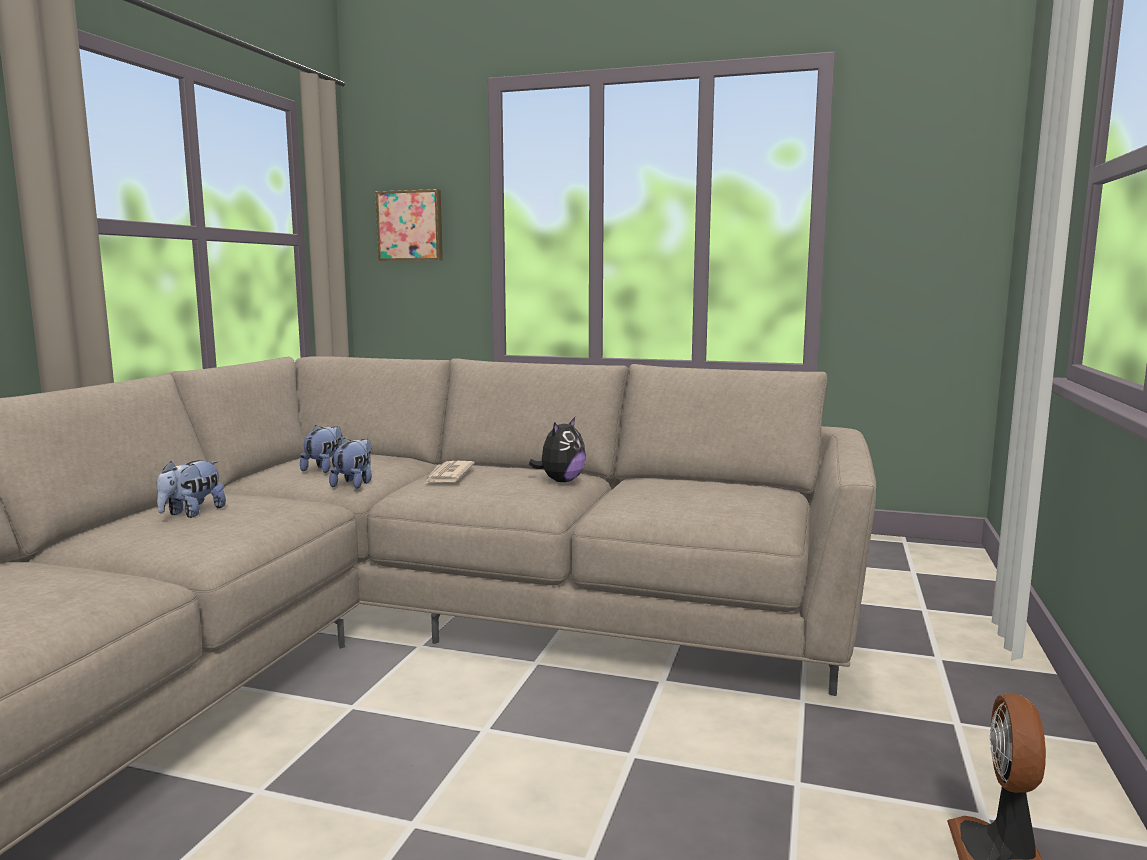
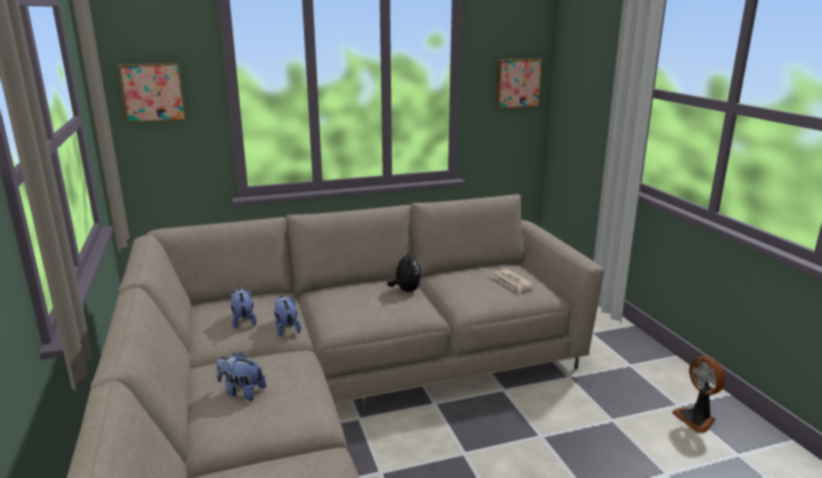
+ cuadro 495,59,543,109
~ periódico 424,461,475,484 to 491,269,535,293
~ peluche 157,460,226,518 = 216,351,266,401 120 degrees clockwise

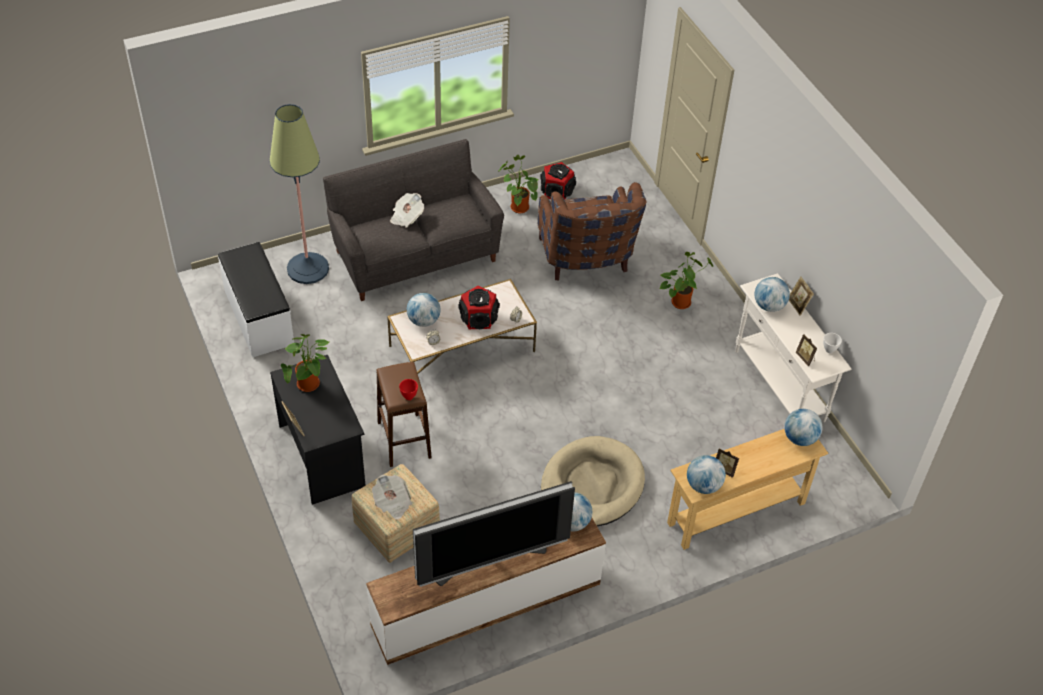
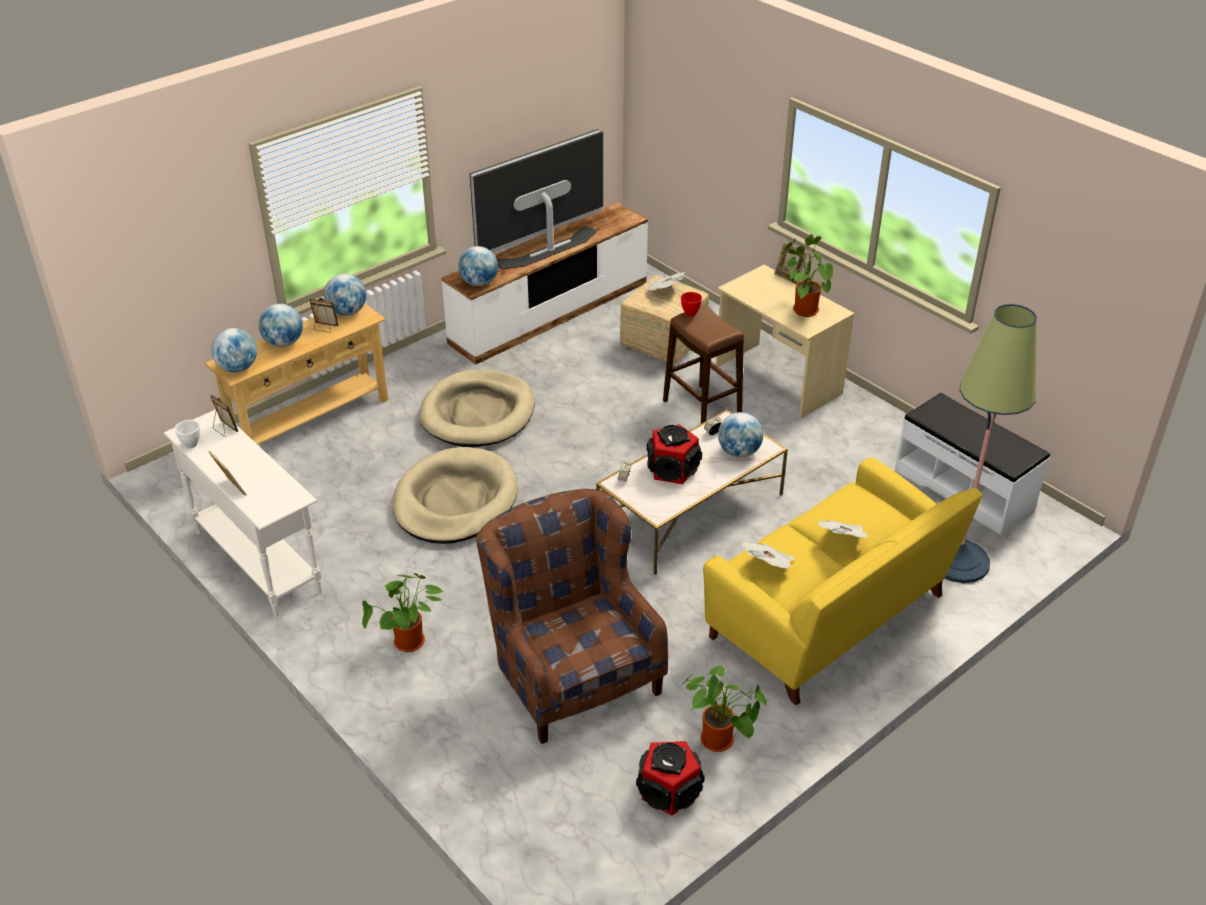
+ cama para perro (beis) 392,447,518,544
+ periódico 742,541,795,569
~ globo terráqueo 755,277,790,312 to 259,304,303,347
~ escritorio (negro) 270,355,366,505 to escritorio (beis) 716,265,855,419
~ sofá (gris) 323,139,504,301 to sofá (amarillo) 703,457,983,705

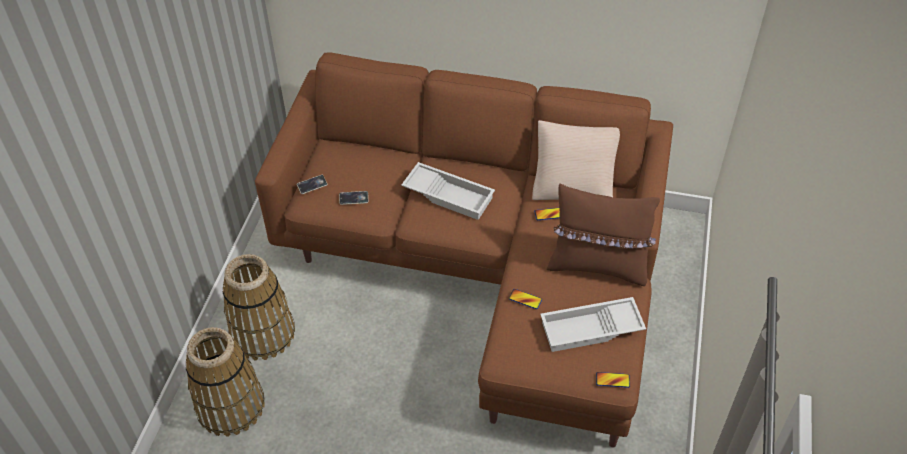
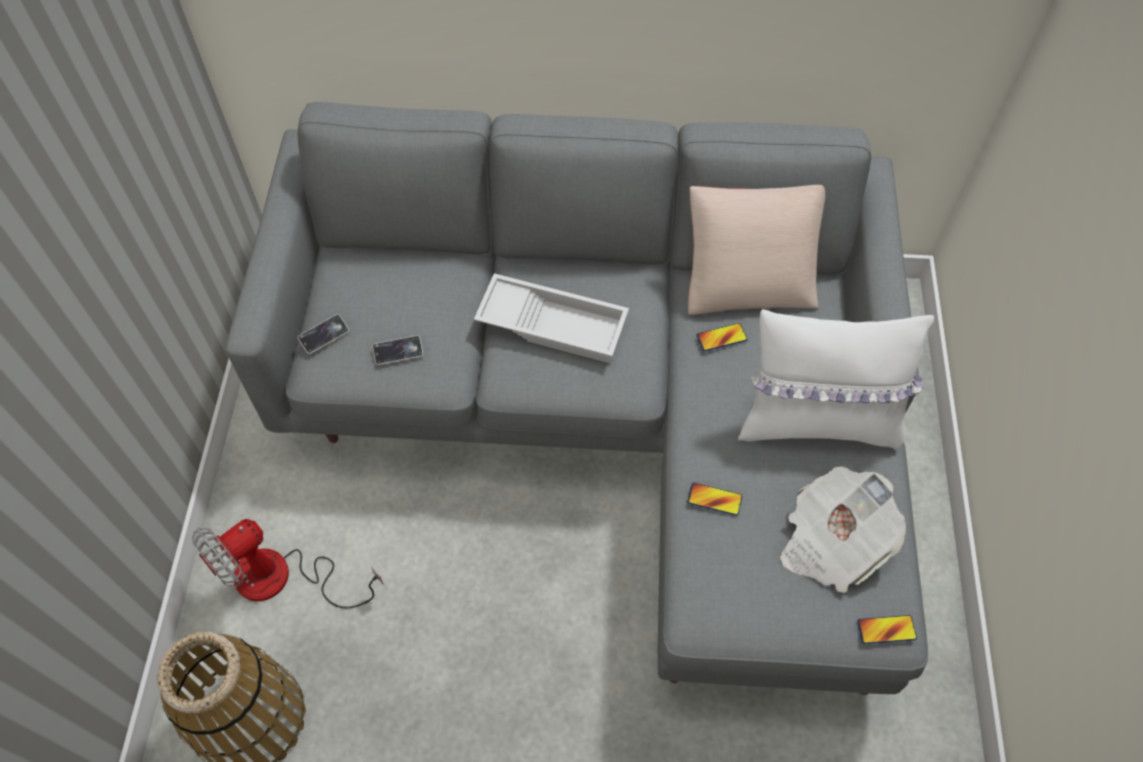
~ cesta 223,254,295,361 to ventilador 192,519,383,609
~ bandeja (blanco) 540,297,646,352 to periódico 780,466,906,593
~ sofá (marrón) 255,52,673,447 to sofá (gris) 225,102,928,695
~ cojín (marrón) 547,183,660,286 to cojín (blanco) 738,309,934,448

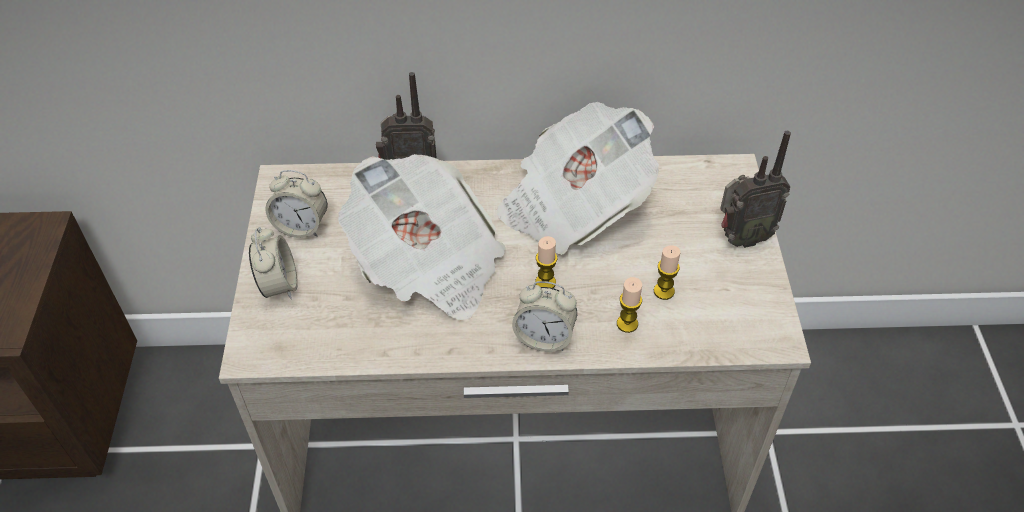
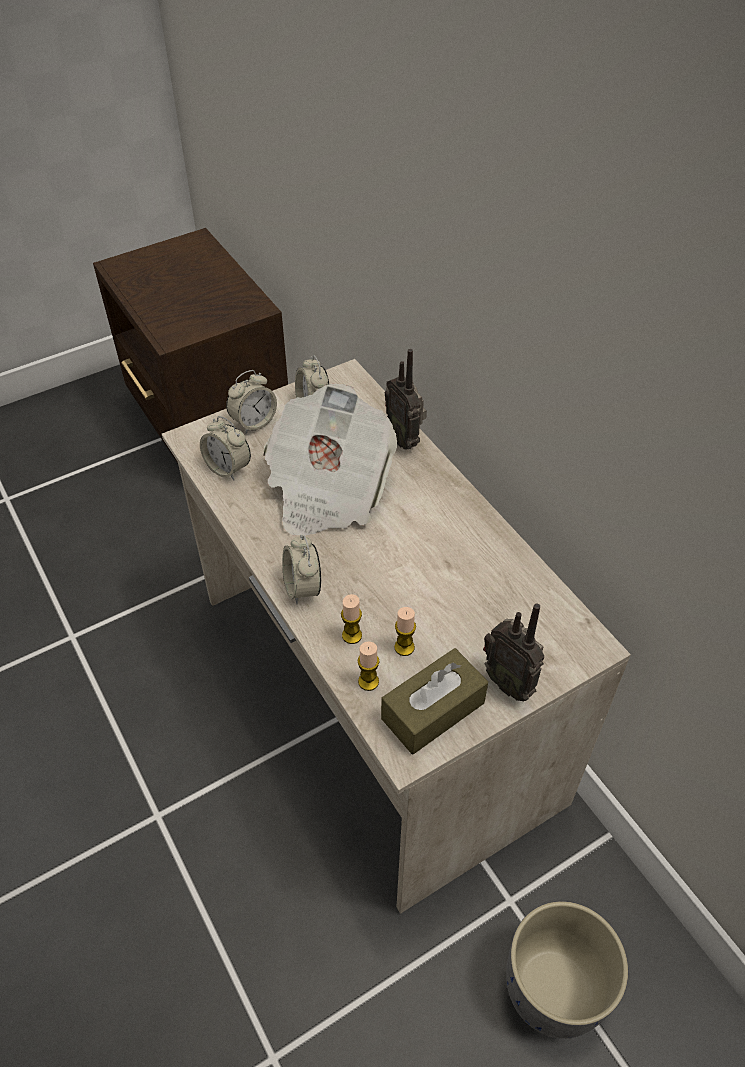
- periódico 497,102,659,255
+ despertador 200,416,251,480
+ caja de pañuelos (marrón) 381,648,488,754
+ maceta (gris) 506,901,628,1039
~ vela 535,236,557,288 to 357,642,380,691

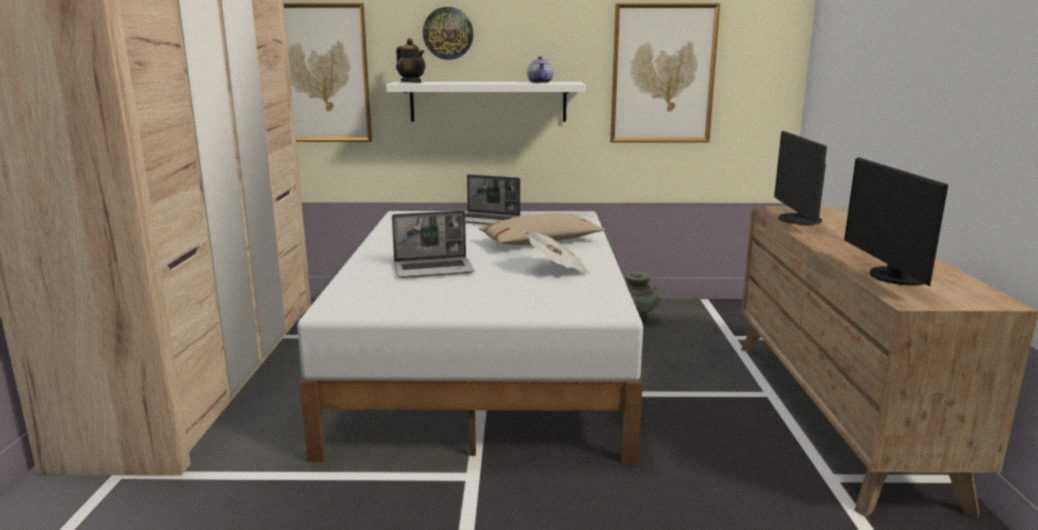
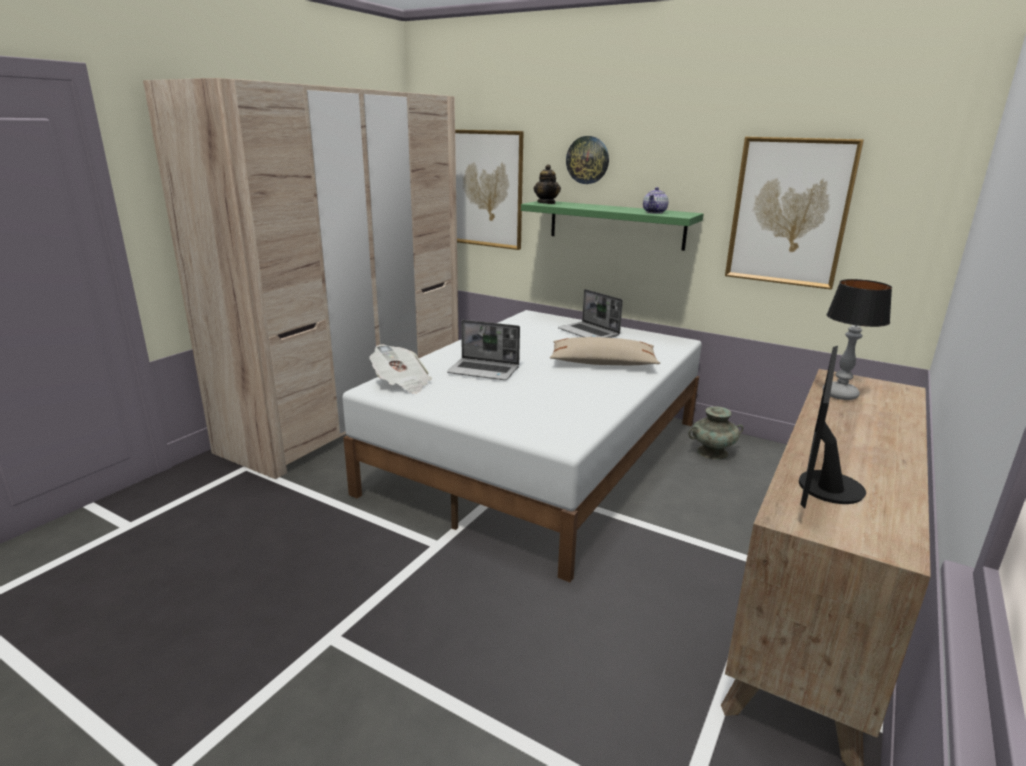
~ periódico 523,231,590,274 to 369,344,432,394
~ monitor 774,131,827,225 to lámpara de mesa 823,279,892,400
~ estante (blanco) 386,82,585,122 to estante (verde) 521,201,703,251

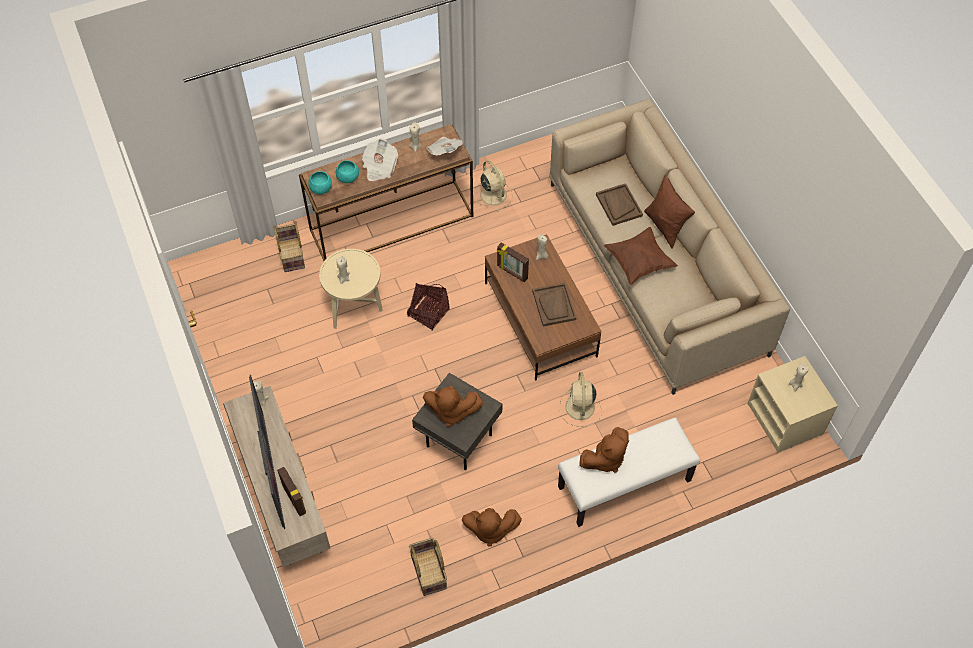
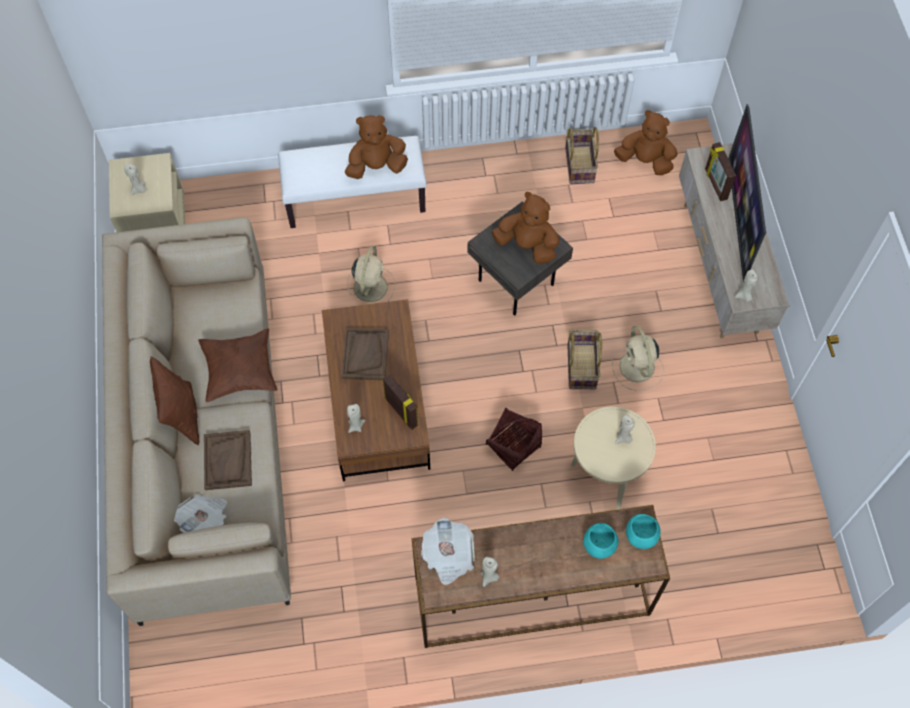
~ cesta 274,221,305,272 to 567,330,602,389
~ periódico 362,139,398,181 to 174,494,227,533
~ peluche (marrón) 462,508,522,547 to 614,110,677,175
~ ventilador (beis) 473,161,513,212 to 612,326,664,390

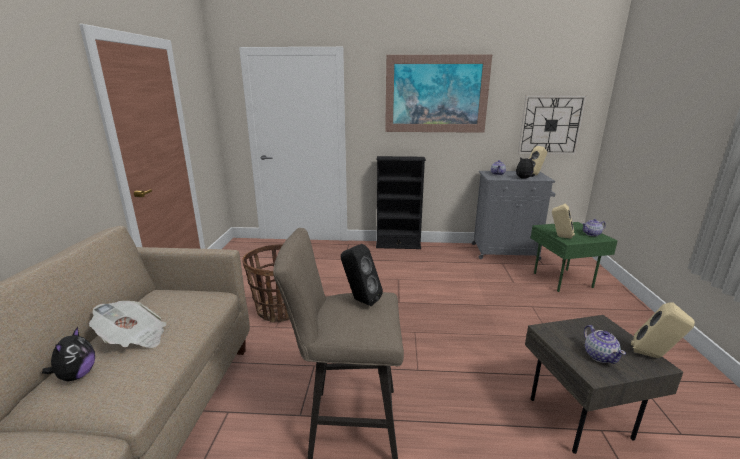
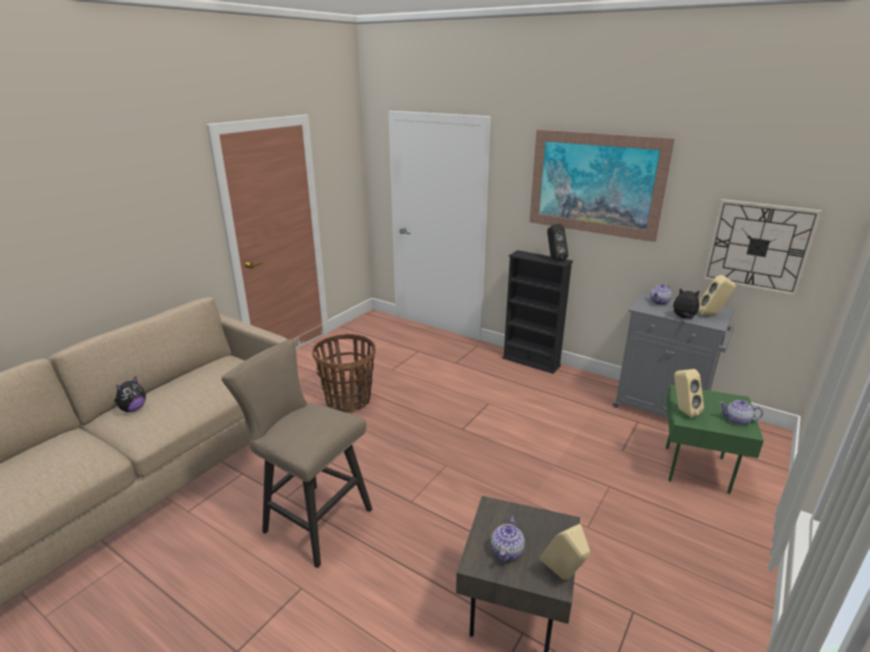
- periódico 89,301,167,348
~ altavoz (negro) 341,244,383,306 to 547,224,568,261

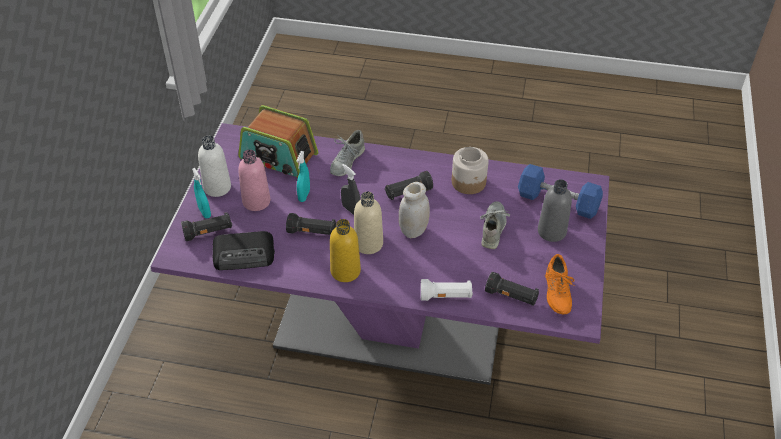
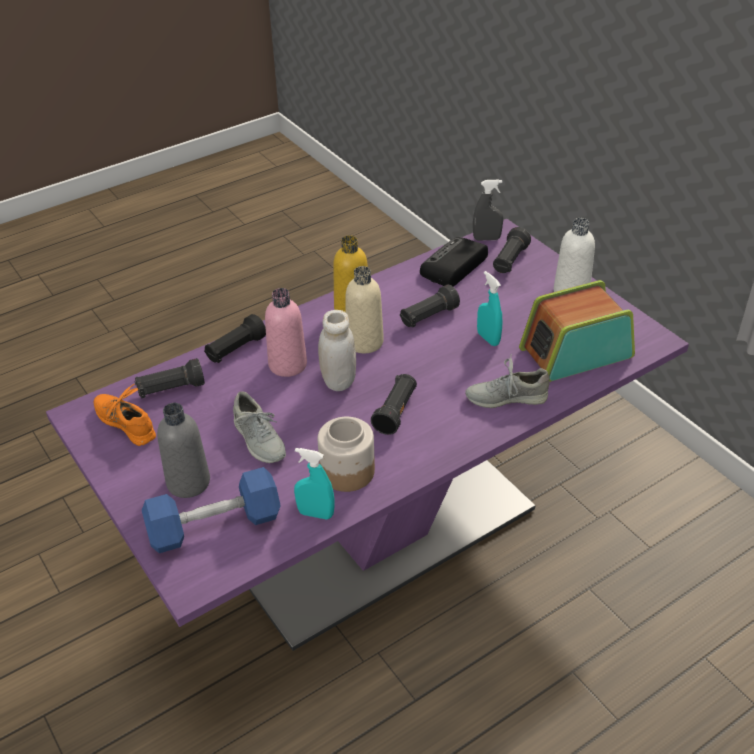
~ pulverizador (turquesa) 192,168,211,218 to 294,448,335,520
~ botella (rosa) 238,149,270,211 to 265,288,307,377
~ pulverizador (gris) 341,164,360,215 to 473,180,503,240
~ linterna (blanco) 421,279,473,301 to linterna (negro) 204,314,266,363
~ zapato (gris) 330,130,365,176 = 465,354,550,408 75 degrees counterclockwise

